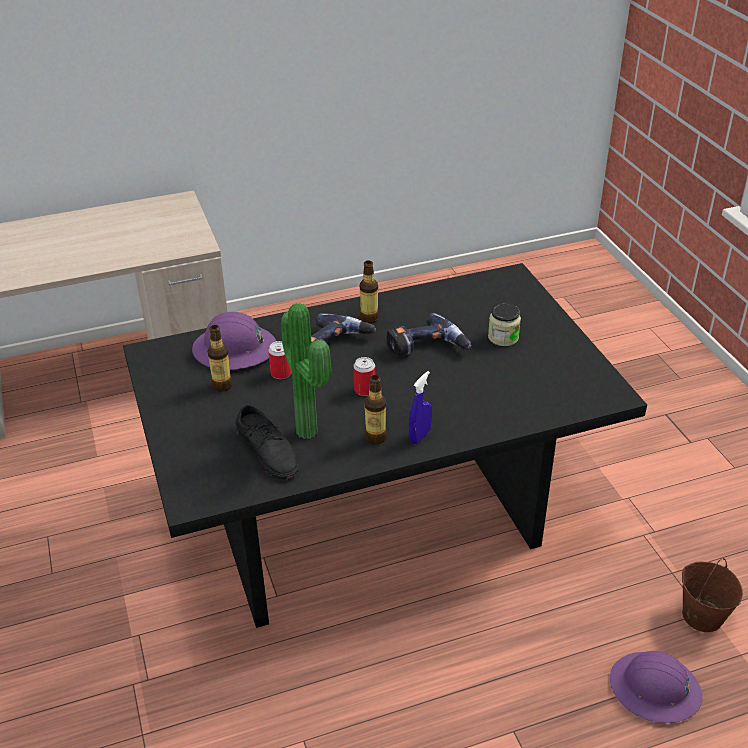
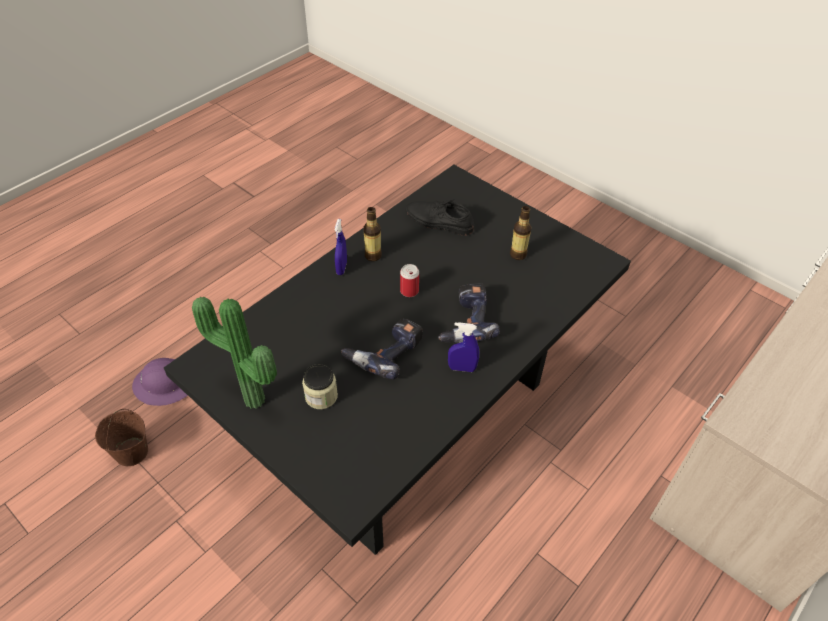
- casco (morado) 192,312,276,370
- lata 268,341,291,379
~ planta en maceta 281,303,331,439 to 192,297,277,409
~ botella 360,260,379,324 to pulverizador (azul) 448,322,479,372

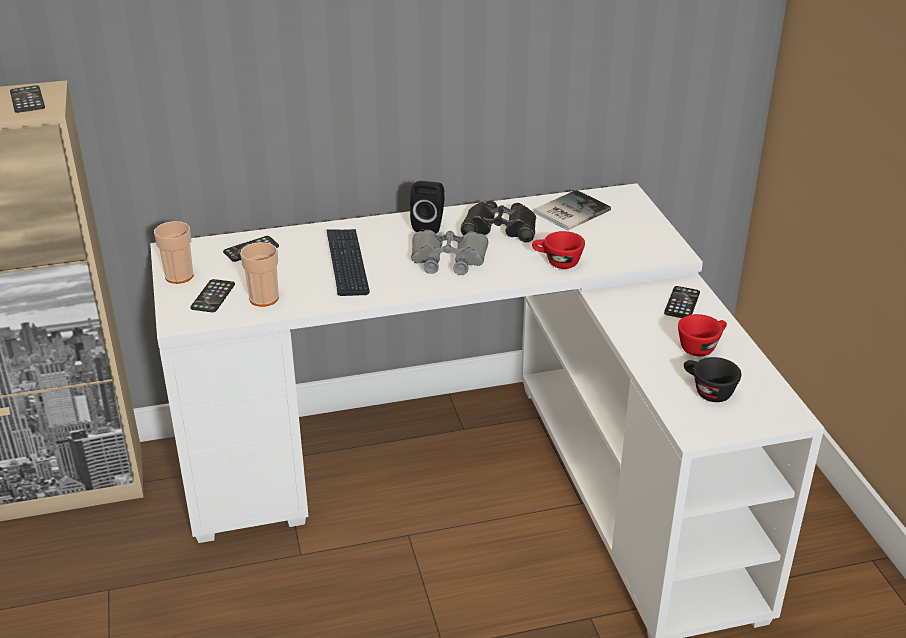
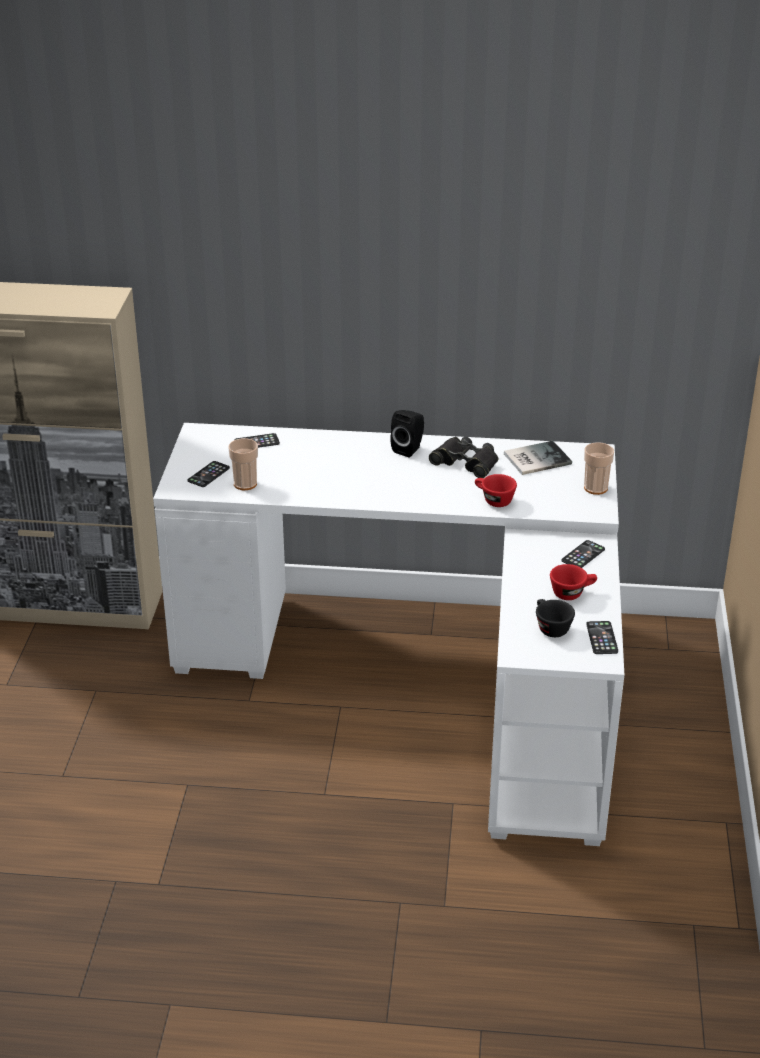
- teclado 326,229,370,296
- prismáticos (gris) 411,230,488,275
~ móvil 10,85,45,113 to 586,621,618,654
~ taza 154,221,194,284 to 584,442,614,495

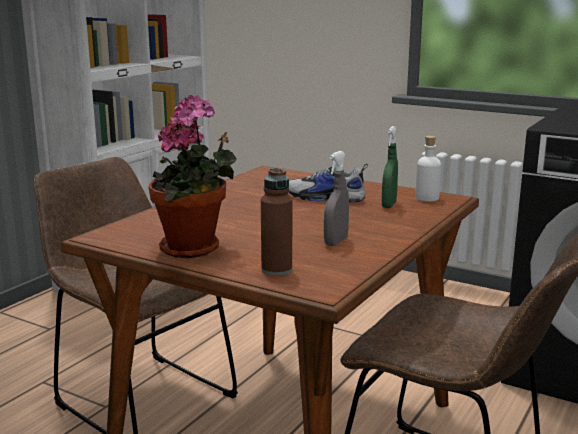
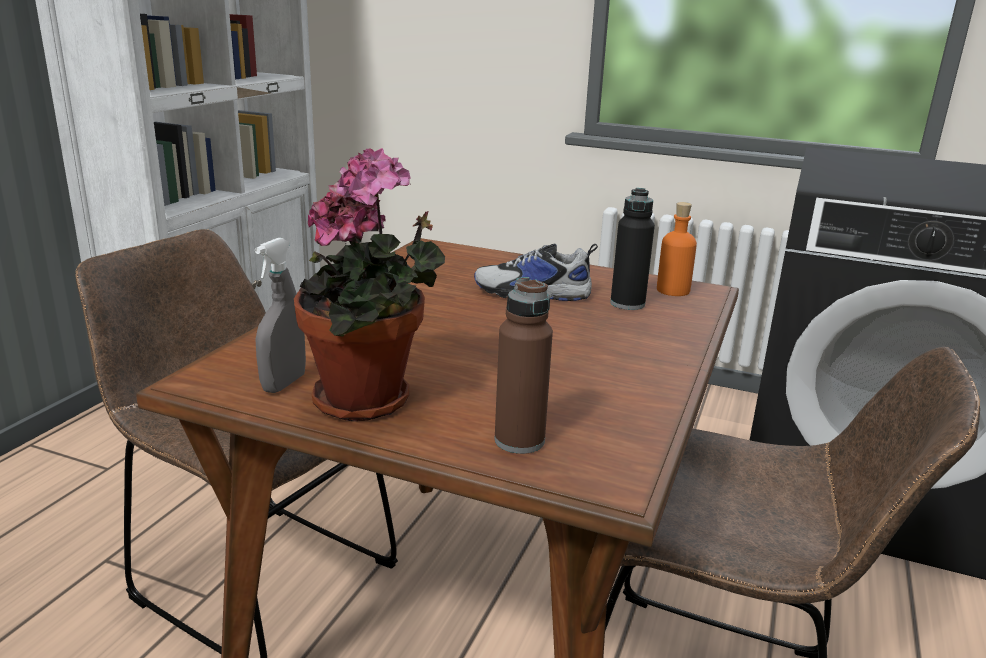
~ pulverizador (gris) 324,151,349,246 to 255,238,306,393
~ pulverizador (verde) 382,126,398,208 to botella (negro) 610,188,655,310
~ botella (blanco) 416,136,441,202 to botella (naranja) 657,202,697,296

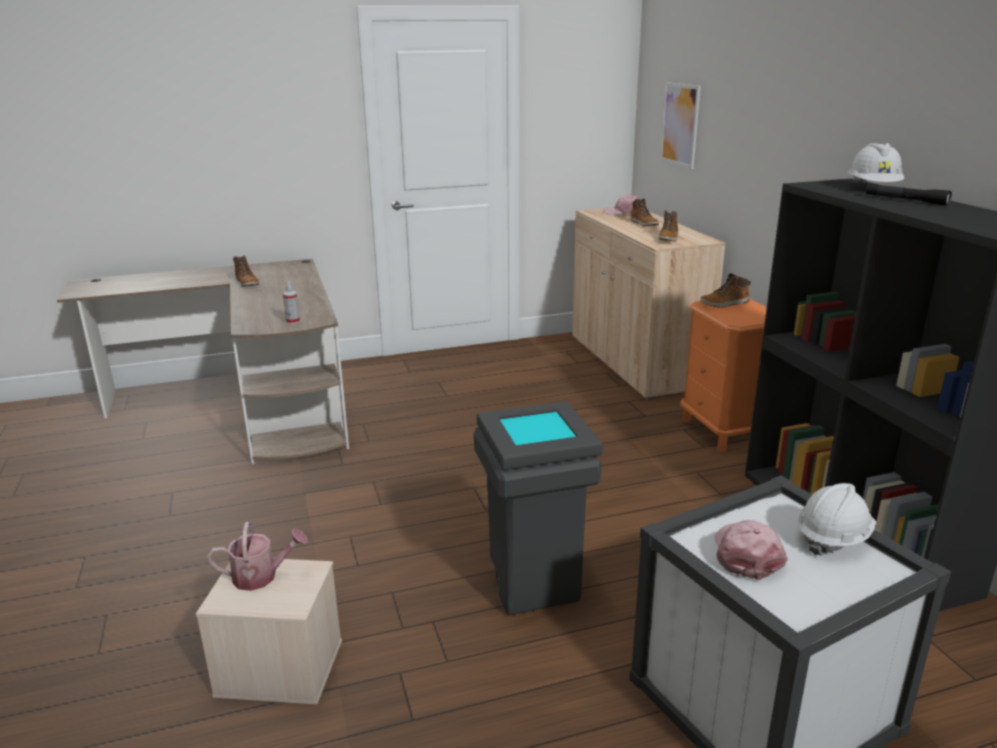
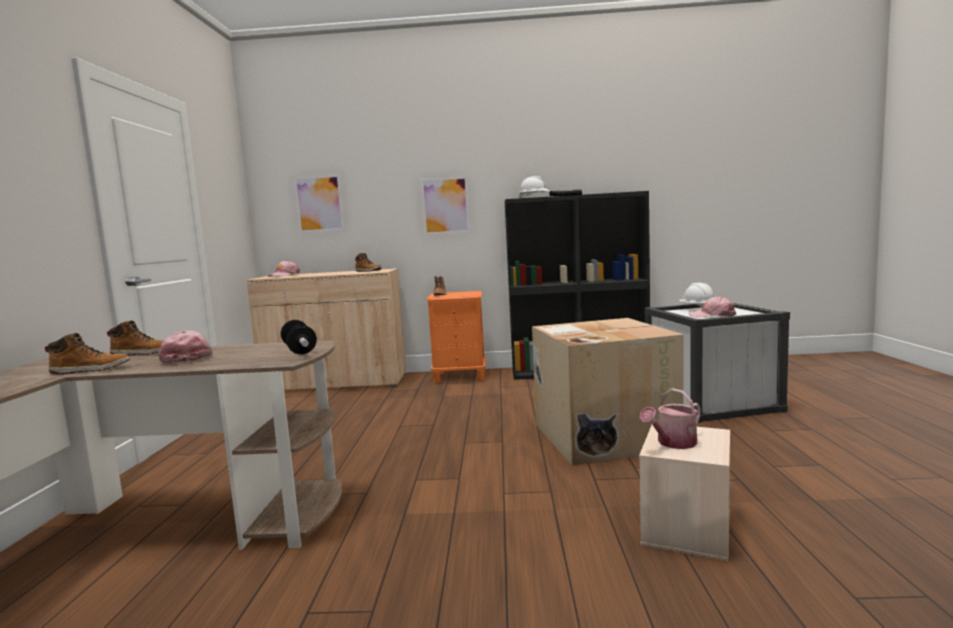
+ gorra (rosa) 159,330,213,363
+ cuadro 421,176,470,235
~ bota 630,199,659,226 to 107,321,164,356
~ pulverizador 283,281,300,324 to mancuerna 281,320,317,354
~ papelera (gris) 474,401,603,615 to caja de cartón 532,318,684,465
~ regadera 207,522,308,591 = 640,388,701,449 135 degrees counterclockwise

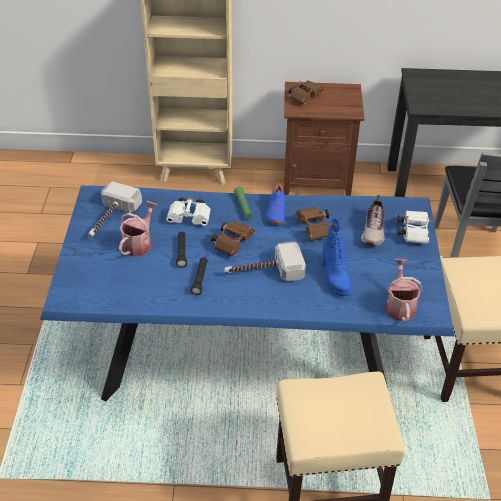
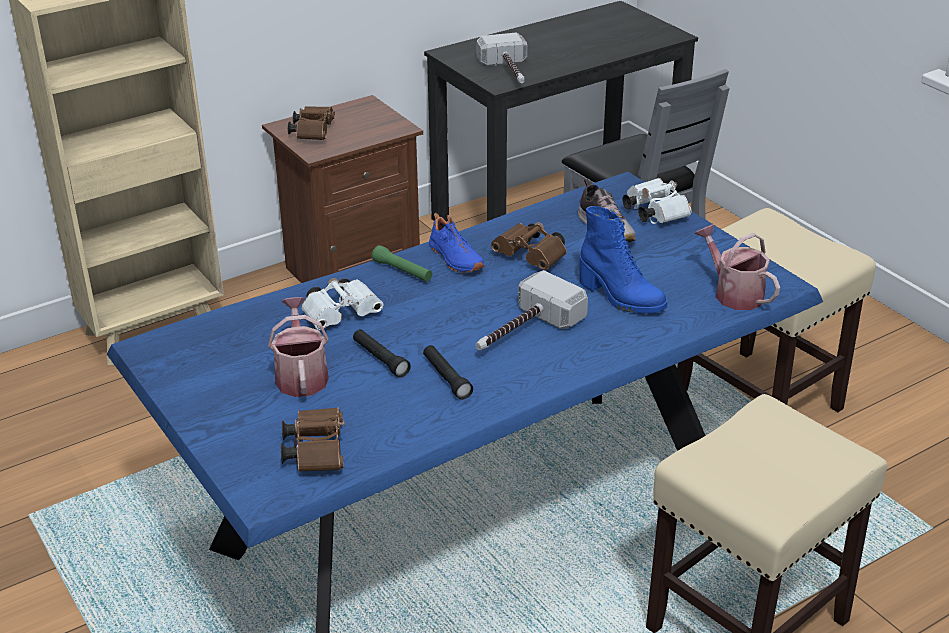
~ martillo 88,181,142,237 to 476,33,527,83
~ prismáticos (marrón) 211,221,255,257 to 281,407,345,472

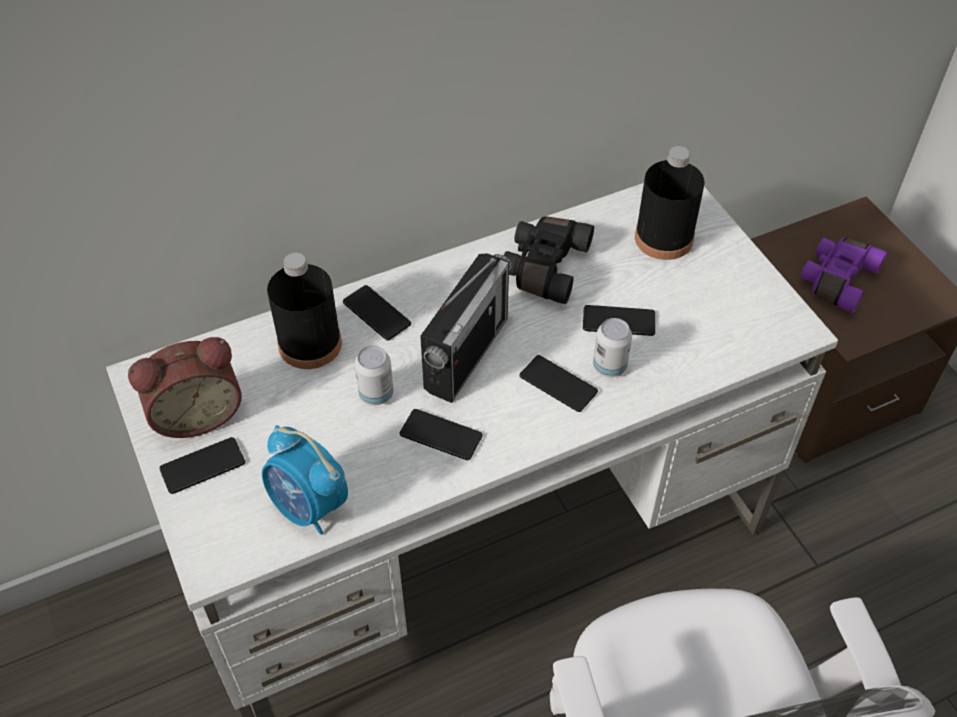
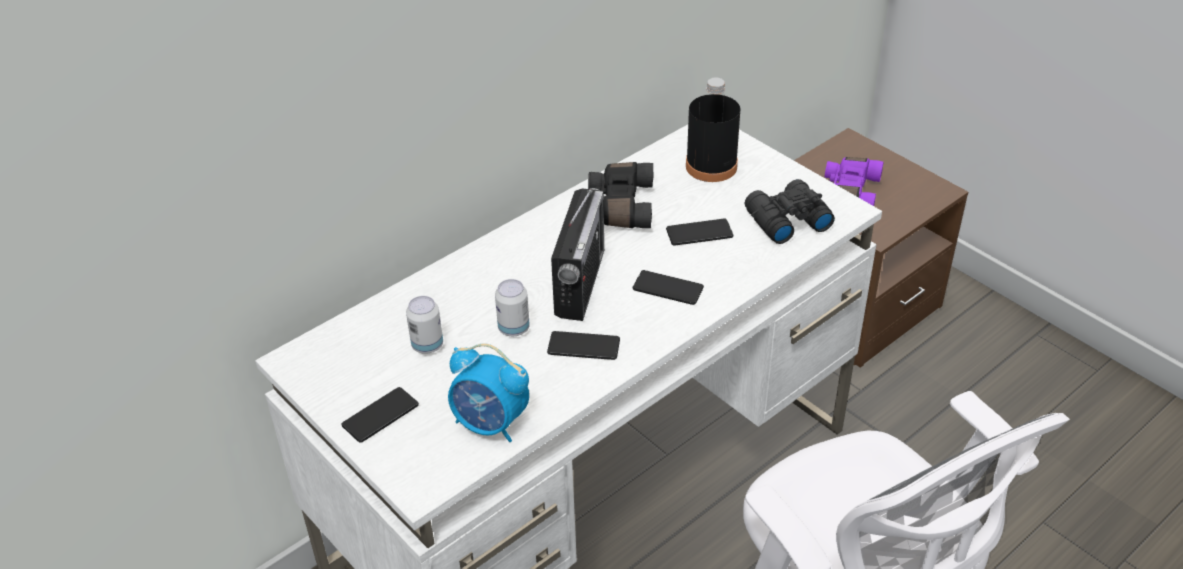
- despertador 128,337,242,438
- botella (negro) 267,253,342,369
- móvil 343,285,411,341
+ prismáticos (negro) 745,179,835,244
~ lata 593,318,632,377 to 406,296,443,354

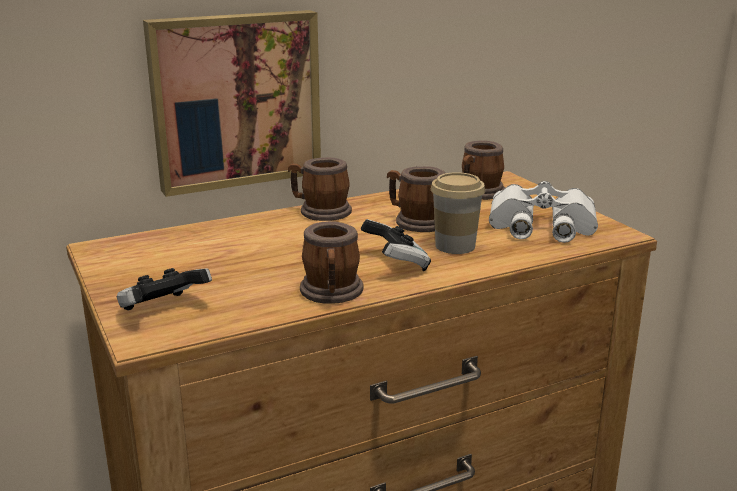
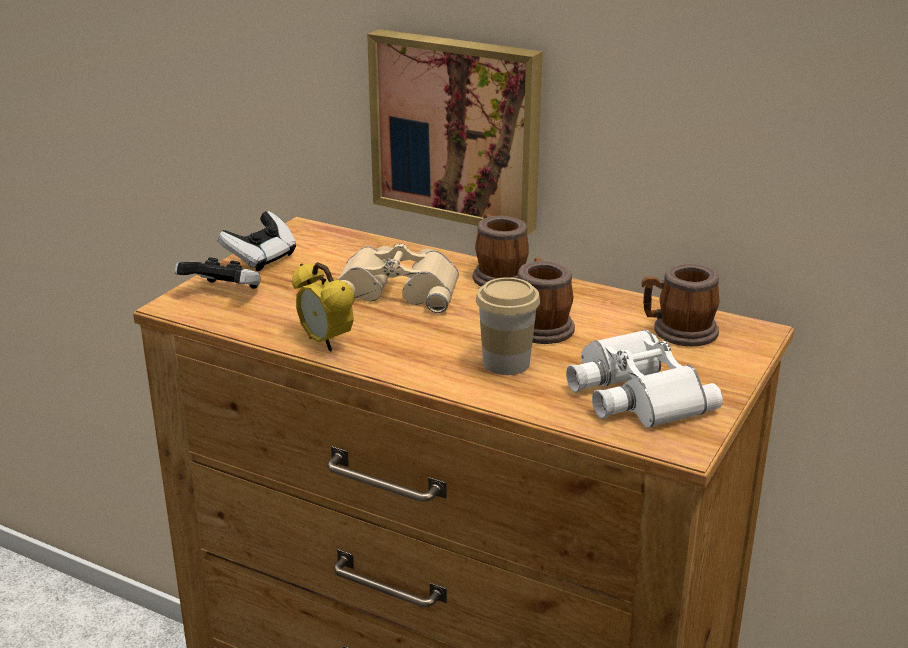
+ prismáticos (beis) 338,243,459,313
~ mando de consola 361,219,431,271 to 217,211,296,271
~ taza grande 300,221,364,304 to despertador 292,262,355,352

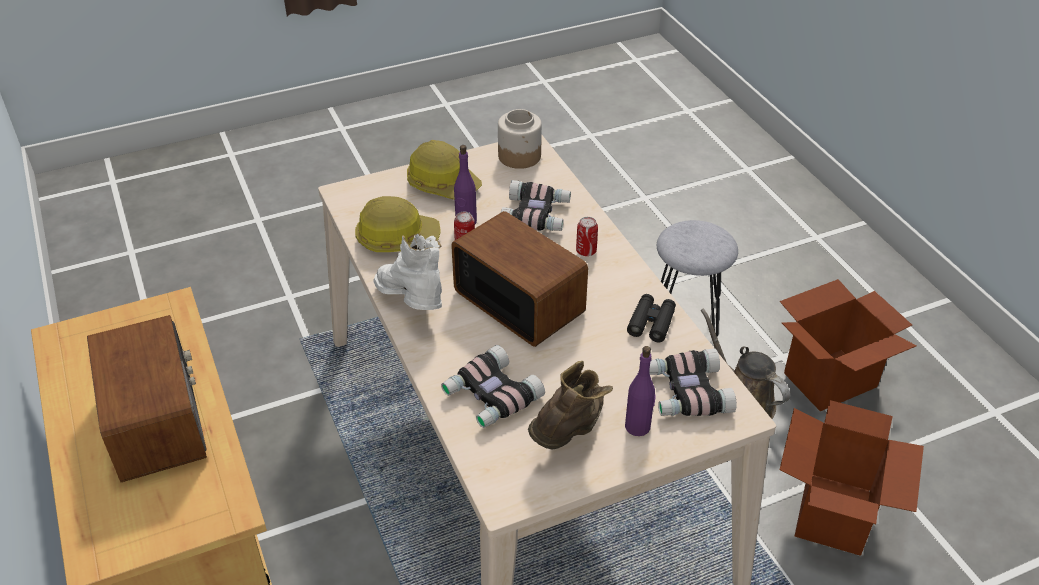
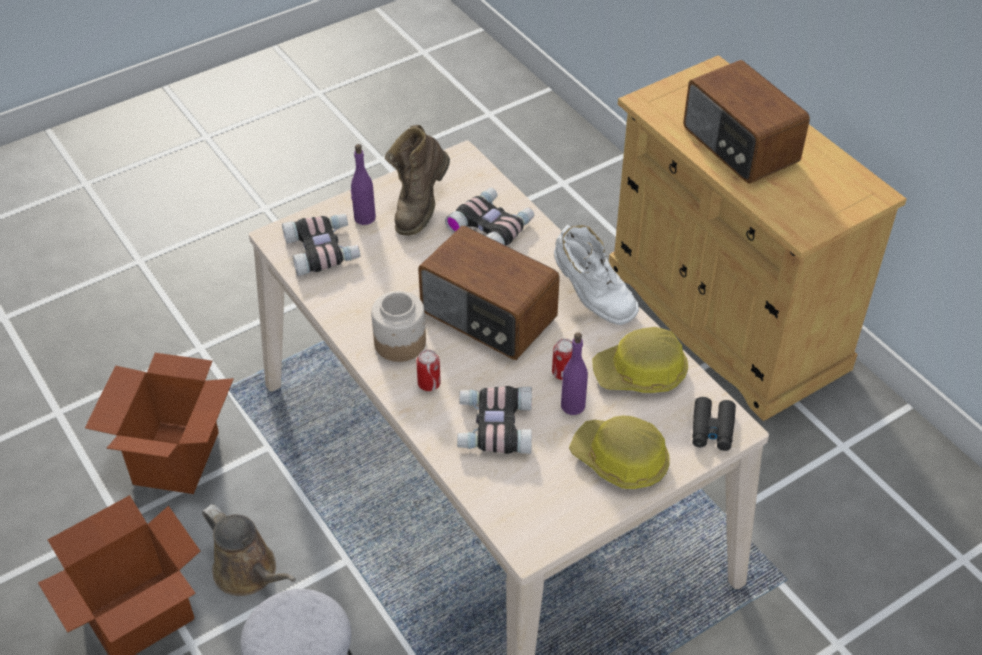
~ tarro 498,109,542,169 to 371,291,426,362
~ prismáticos (negro) 627,294,676,343 to 692,397,736,451

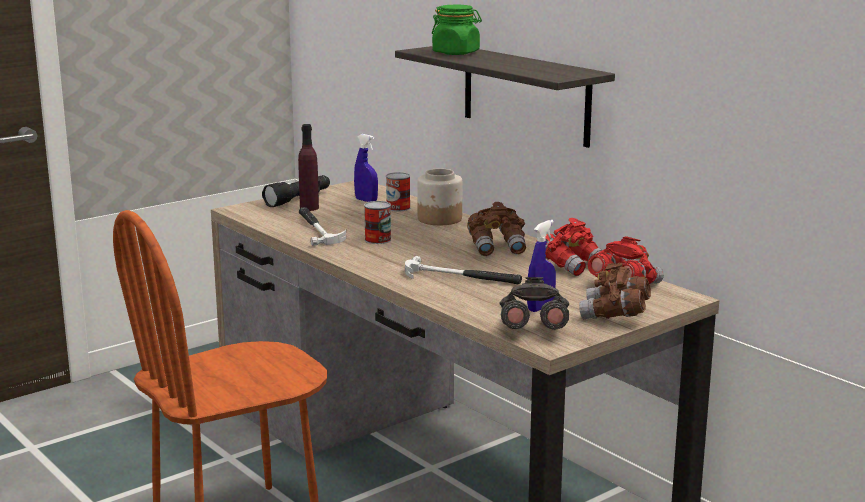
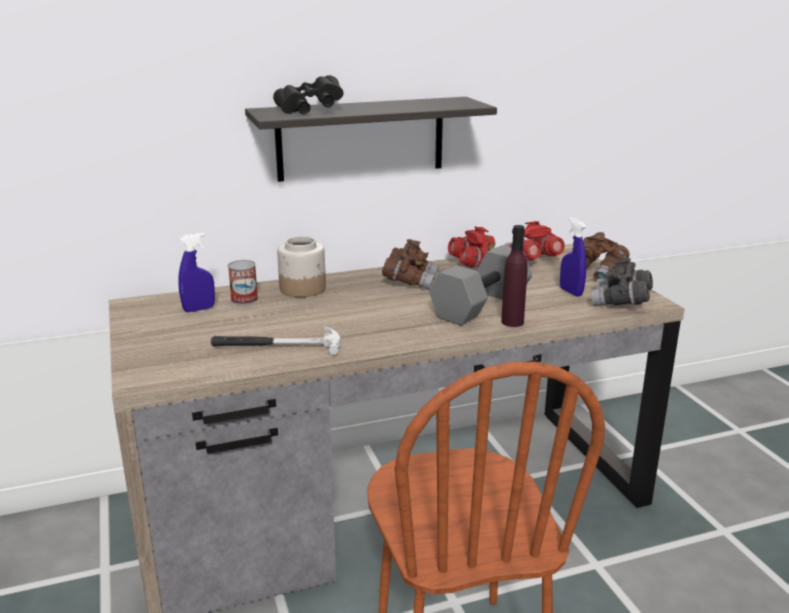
- linterna (negro) 262,175,330,207
- lata 364,201,391,244
~ botella (morado) 298,124,319,211 to 501,225,528,327
~ martillo 405,256,522,285 to mancuerna (gris) 429,245,532,325
~ tarro (verde) 432,5,482,55 to prismáticos (negro) 273,75,343,114

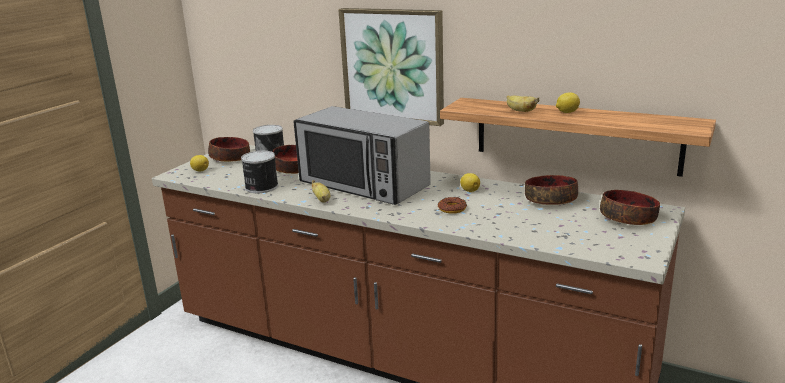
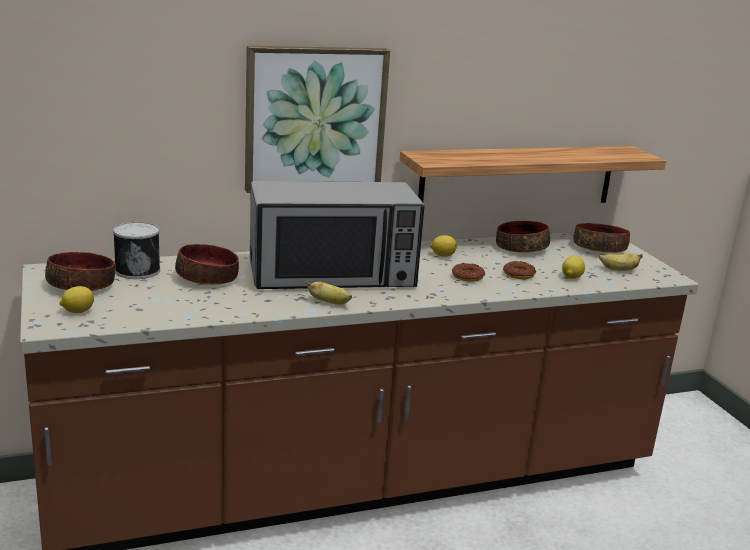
- lata 241,151,278,193
+ rosquilla 503,261,536,279
~ plátano 507,95,539,112 to 599,254,643,271
~ limón 556,92,580,113 to 562,256,585,279

